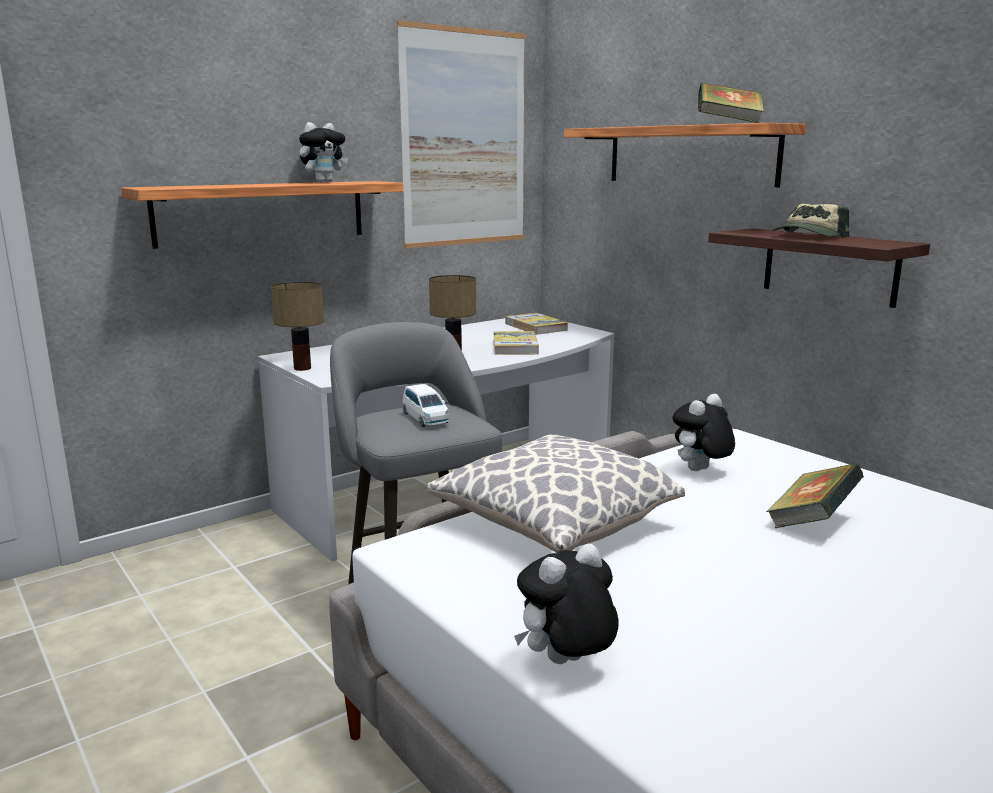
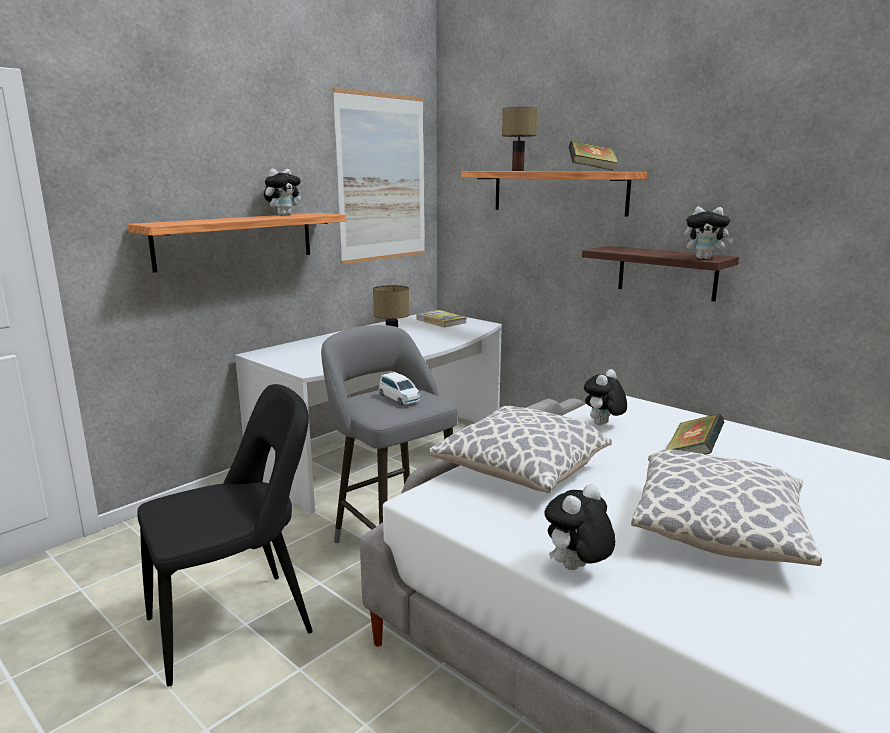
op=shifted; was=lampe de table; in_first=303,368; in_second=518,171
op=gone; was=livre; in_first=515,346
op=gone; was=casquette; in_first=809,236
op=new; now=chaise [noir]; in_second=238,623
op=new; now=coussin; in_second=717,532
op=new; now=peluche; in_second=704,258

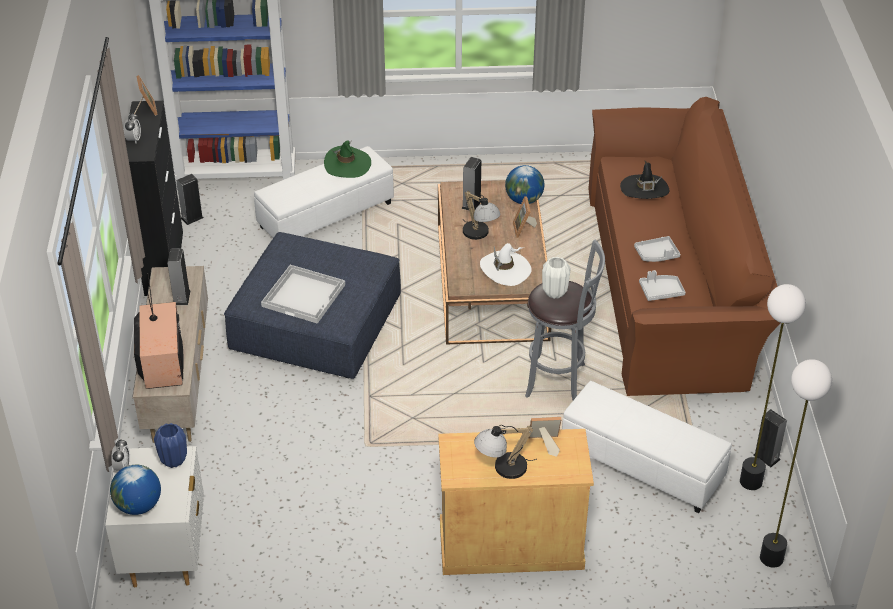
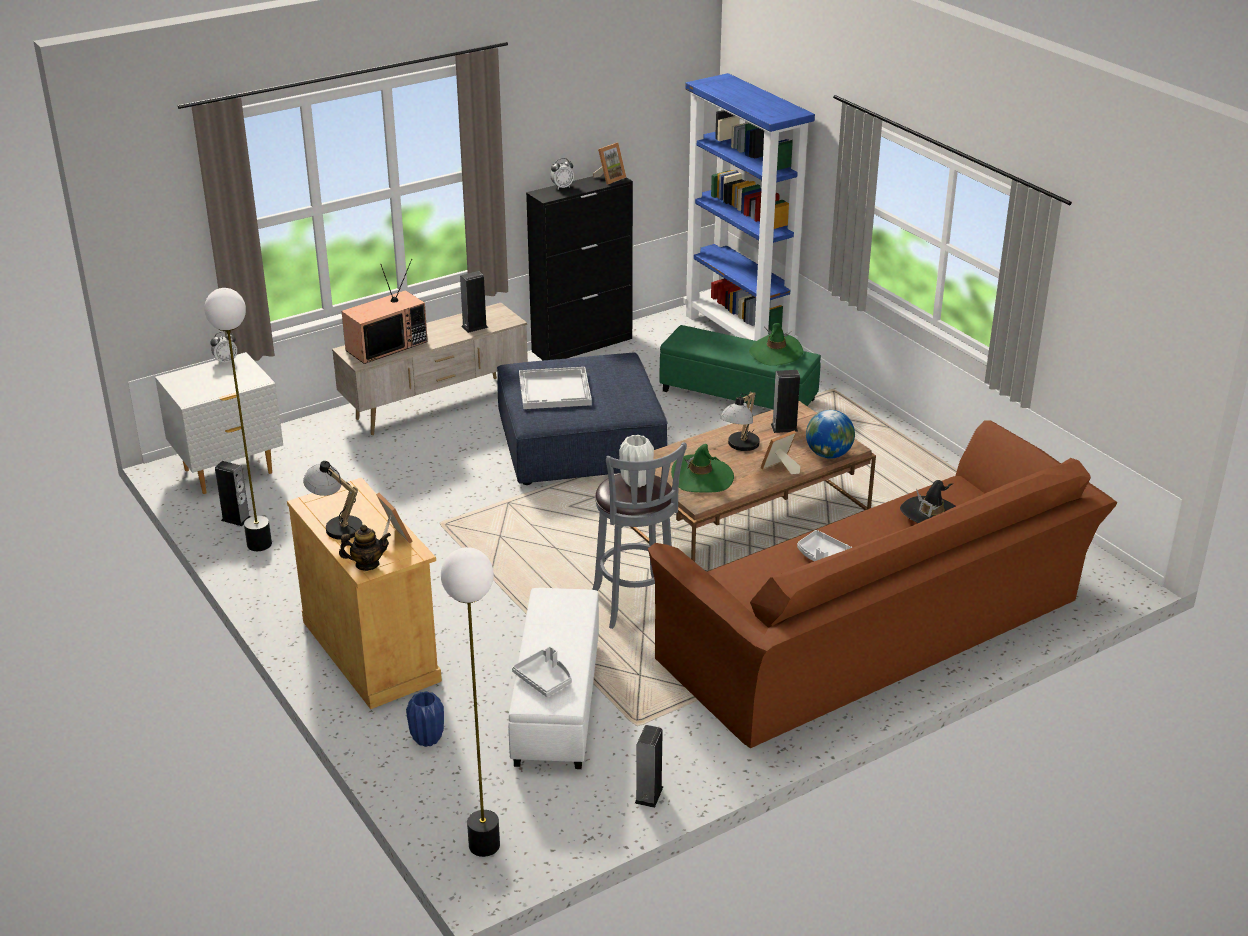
op=gone; was=globe; in_first=138,505
op=shifted; was=vase [bleu]; in_first=174,461; in_second=427,739
op=shifted; was=enceinte; in_first=192,218; in_second=236,519
op=repainted; was=pouf [blanc]; now=pouf [vert]; in_first=325,215; in_second=738,395
op=repainted; was=chapeau [blanc]; now=chapeau [vert]; in_first=505,269; in_second=702,477
op=shifted; was=plateau [gris]; in_first=661,291; in_second=544,679
op=shifted; was=lampadaire; in_first=750,481; in_second=259,544
op=new; now=théière; in_second=367,564

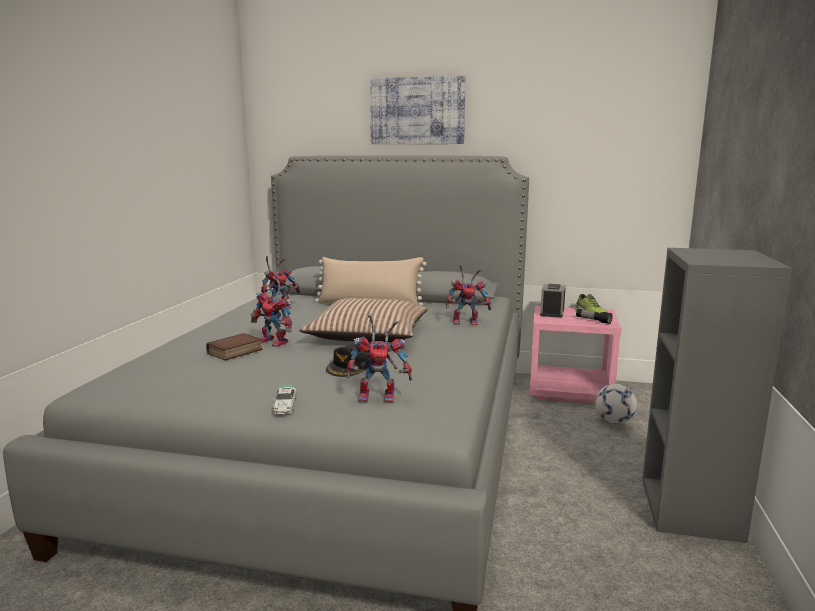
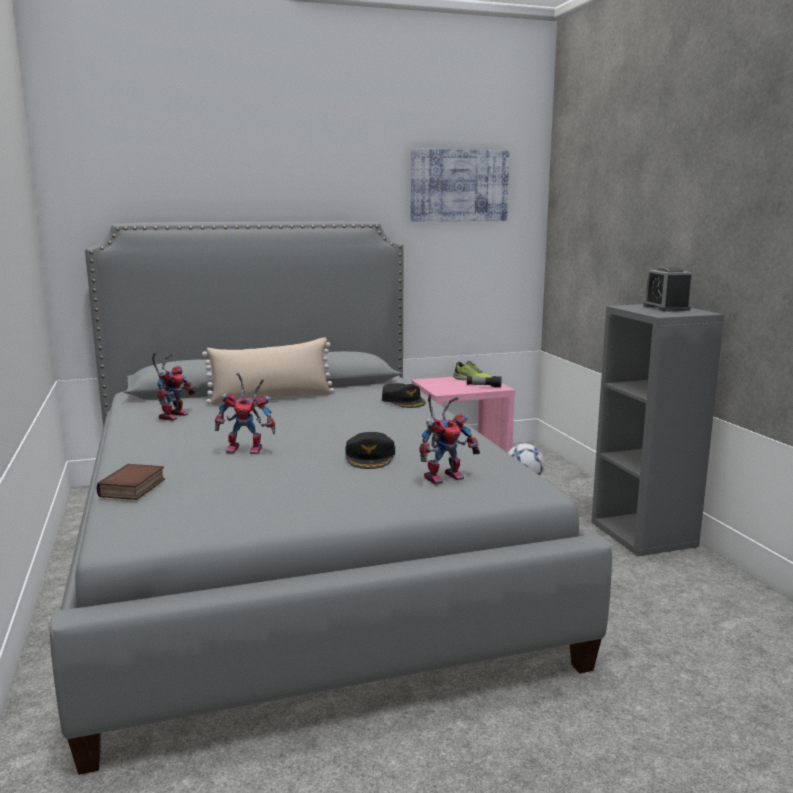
op=shifted; was=livre; in_first=235,352; in_second=133,488
op=gone; was=petite voiture; in_first=285,405
op=gone; was=coussin; in_first=368,335
op=shifted; was=tableau; in_first=417,111; in_second=459,185
op=swapped; was=robot jouet; now=casquette [noir]; in_first=467,322; in_second=403,401
op=shifted; was=réveil; in_first=552,313; in_second=666,308

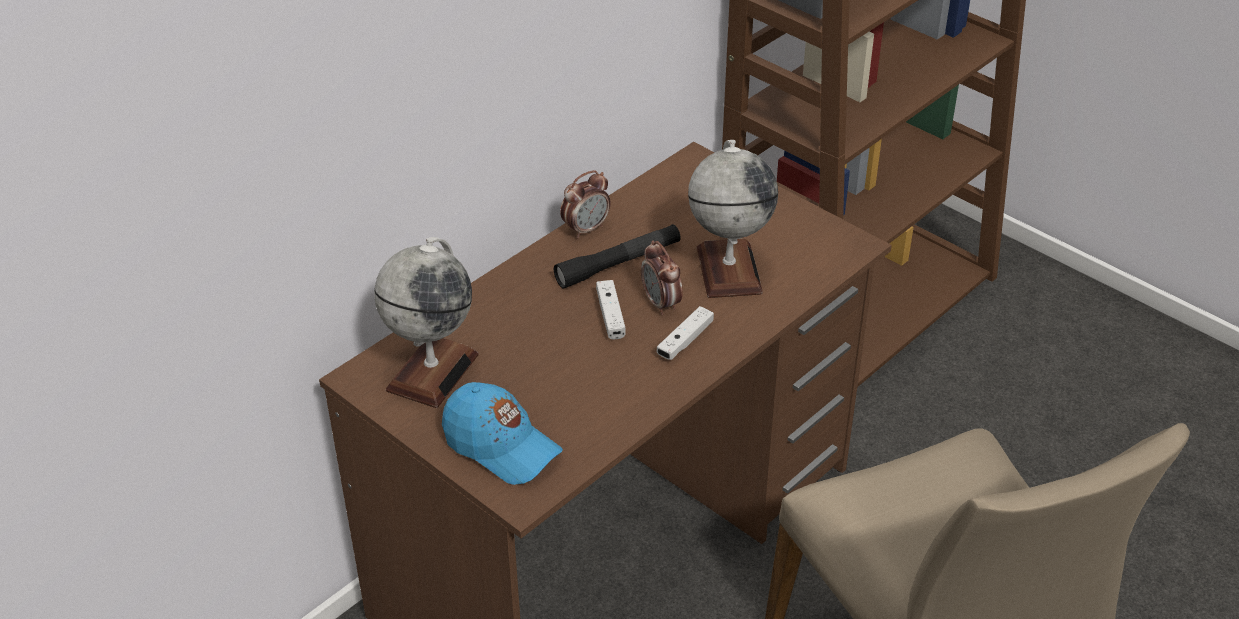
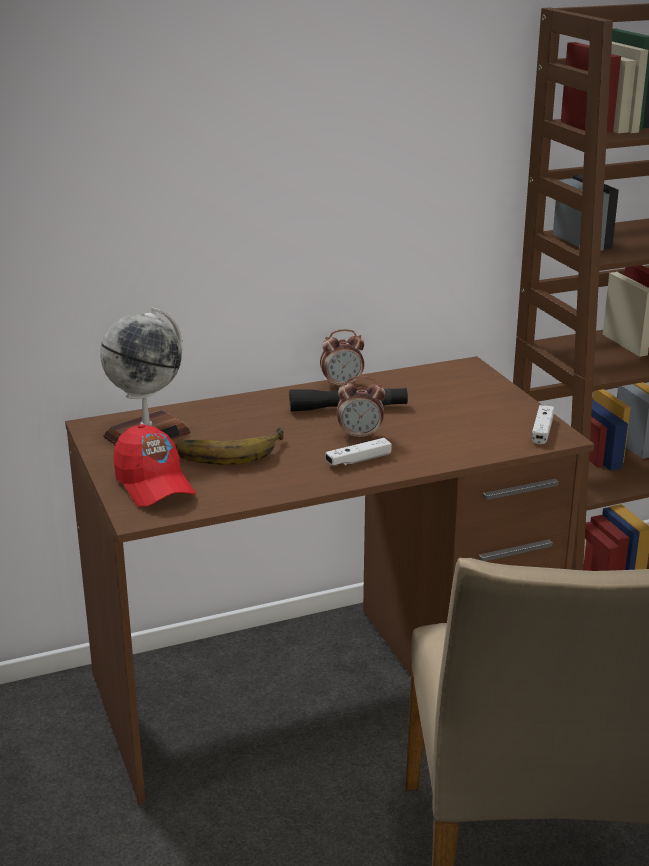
op=repainted; was=casquette [bleu]; now=casquette [rouge]; in_first=501,446; in_second=153,485
op=shifted; was=manette [blanc]; in_first=610,315; in_second=542,431
op=rotated; was=réveil; in_first=661,304; in_second=360,436; clockwise=-90
op=gone; was=globe; in_first=728,270
op=new; now=banane; in_second=228,450

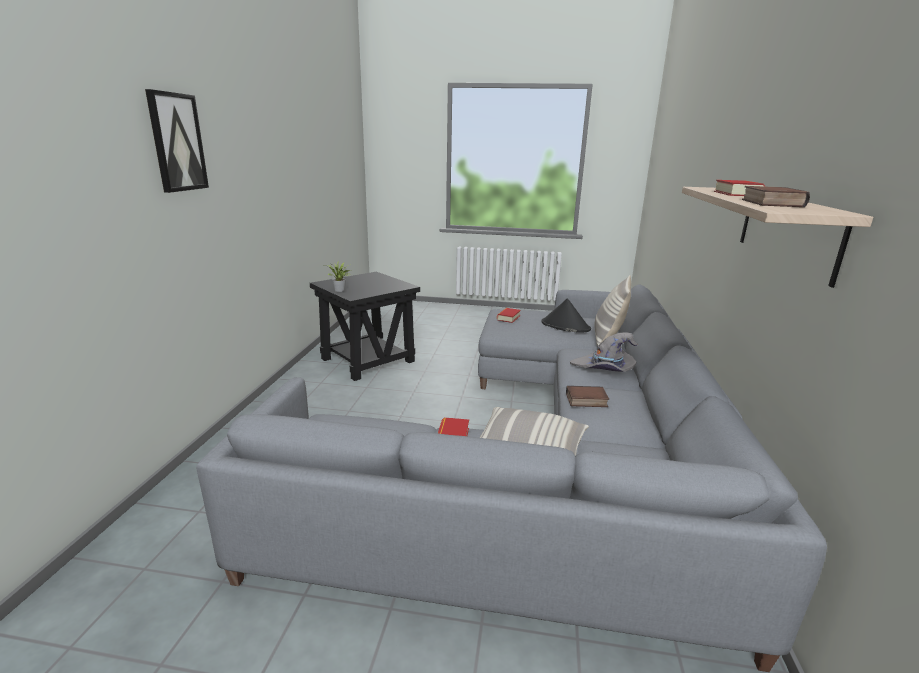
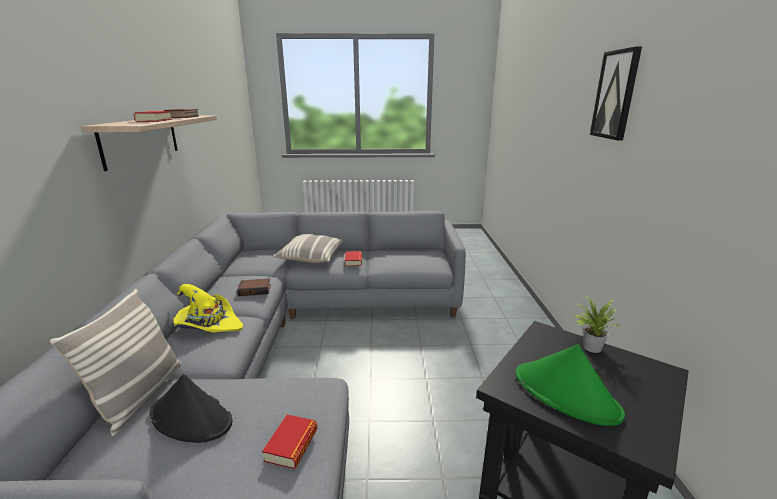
op=repainted; was=chapeau [gris]; now=chapeau [jaune]; in_first=604,369; in_second=208,325
op=new; now=chapeau [vert]; in_second=566,394

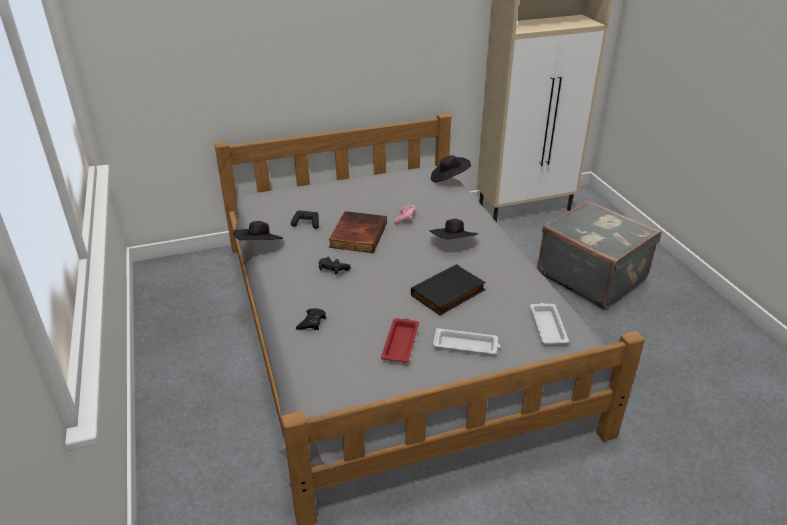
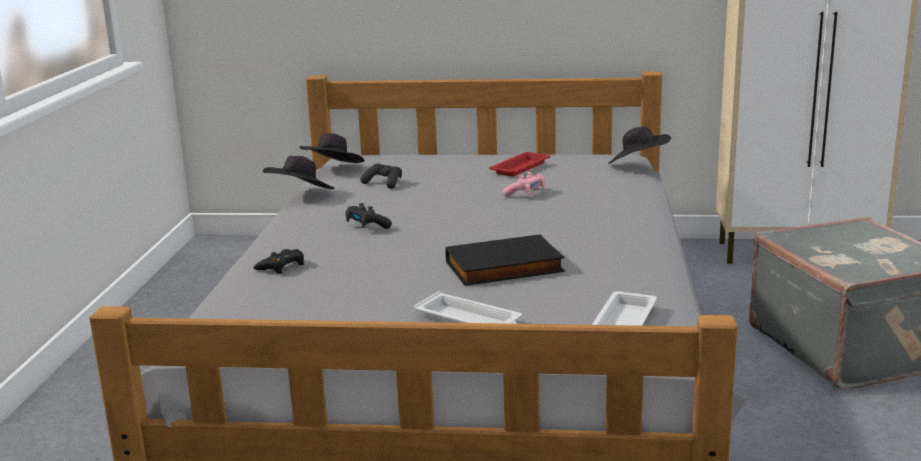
op=gone; was=livre; in_first=357,235
op=shifted; was=plateau [rouge]; in_first=400,343; in_second=521,168
op=shifted; was=chapeau [noir]; in_first=453,244; in_second=333,170

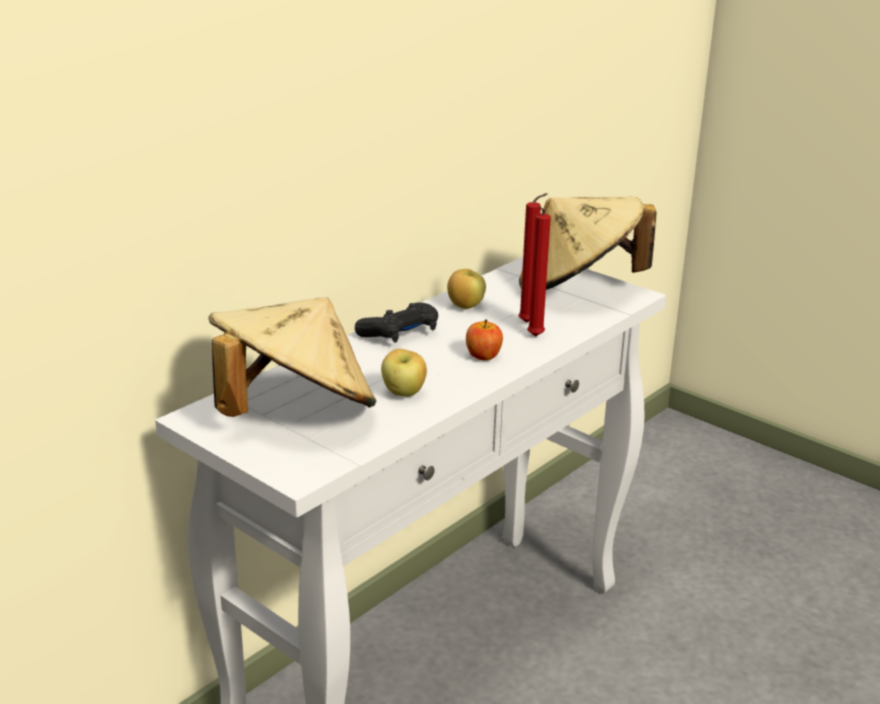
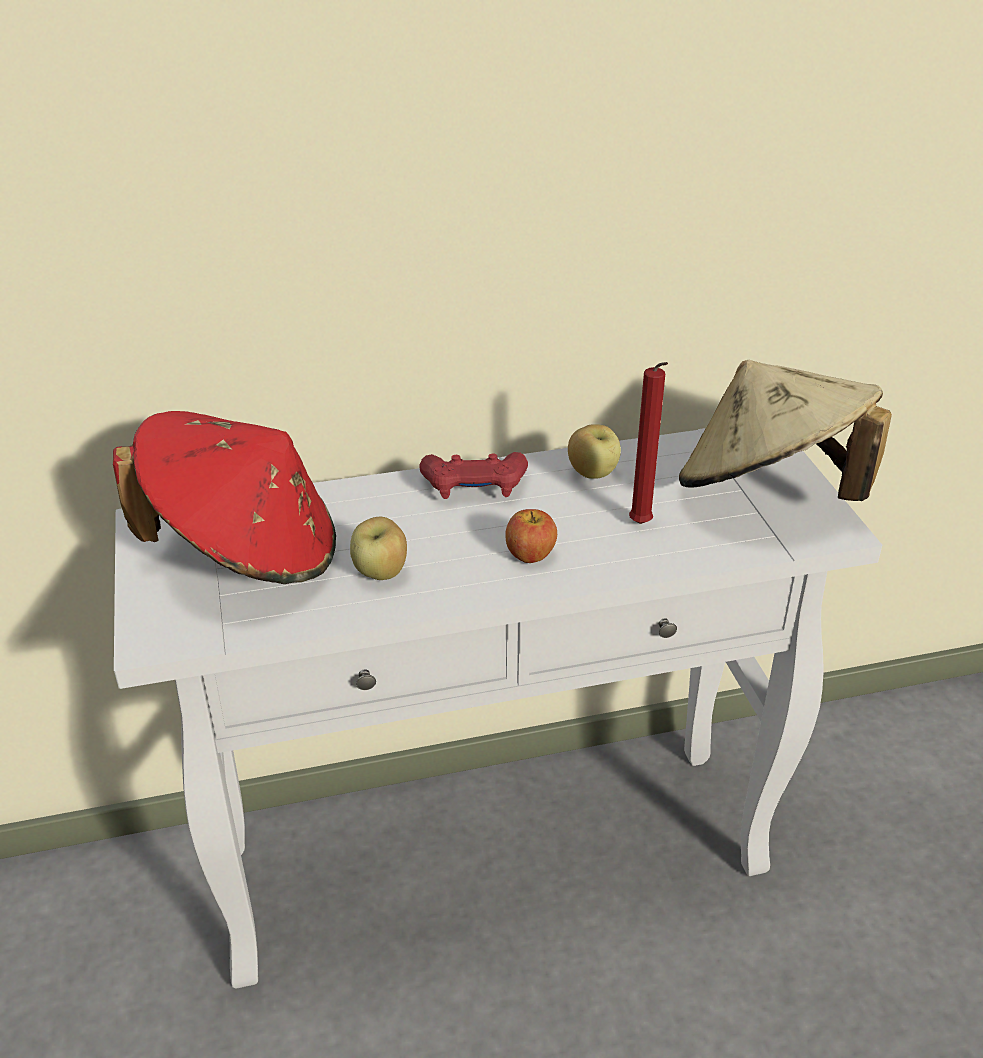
op=repainted; was=chapeau [beige]; now=chapeau [rouge]; in_first=294,412; in_second=245,552
op=repainted; was=manette [noir]; now=manette [rouge]; in_first=400,333; in_second=474,487
op=gone; was=bougie [rouge]; in_first=534,337

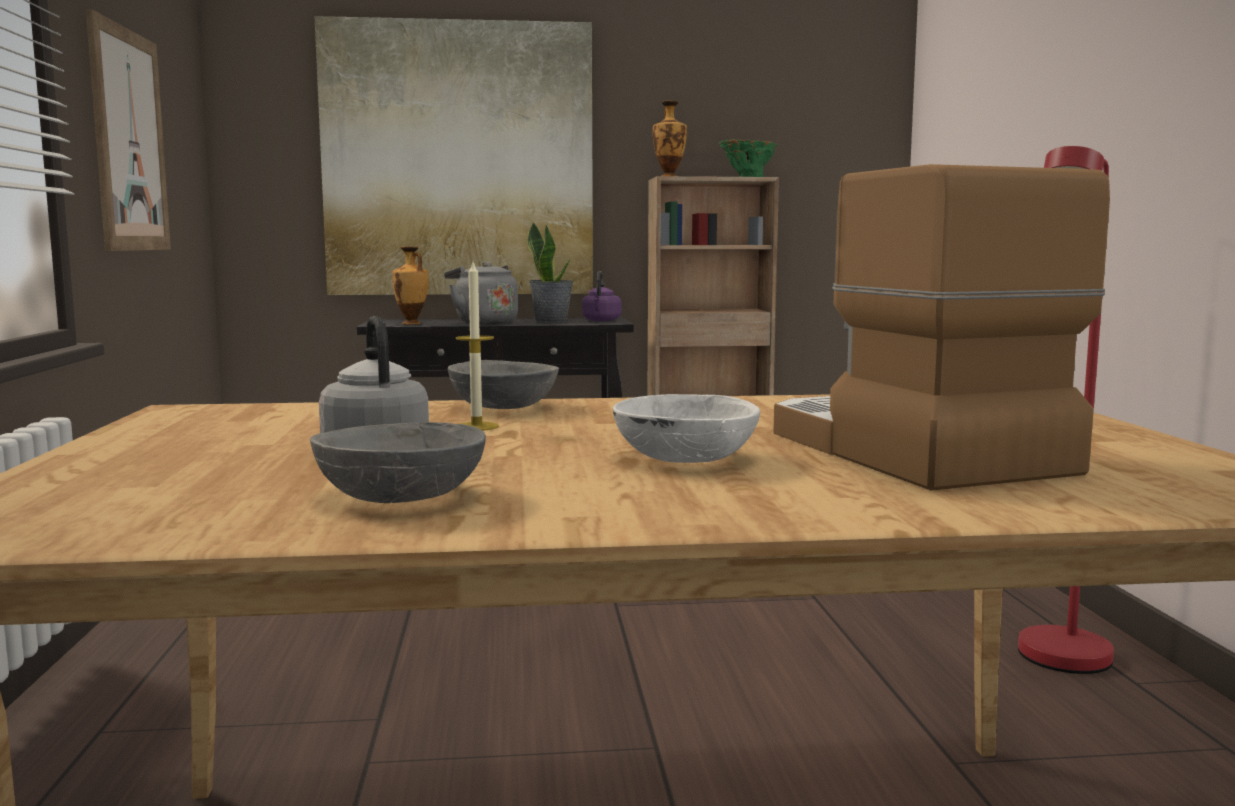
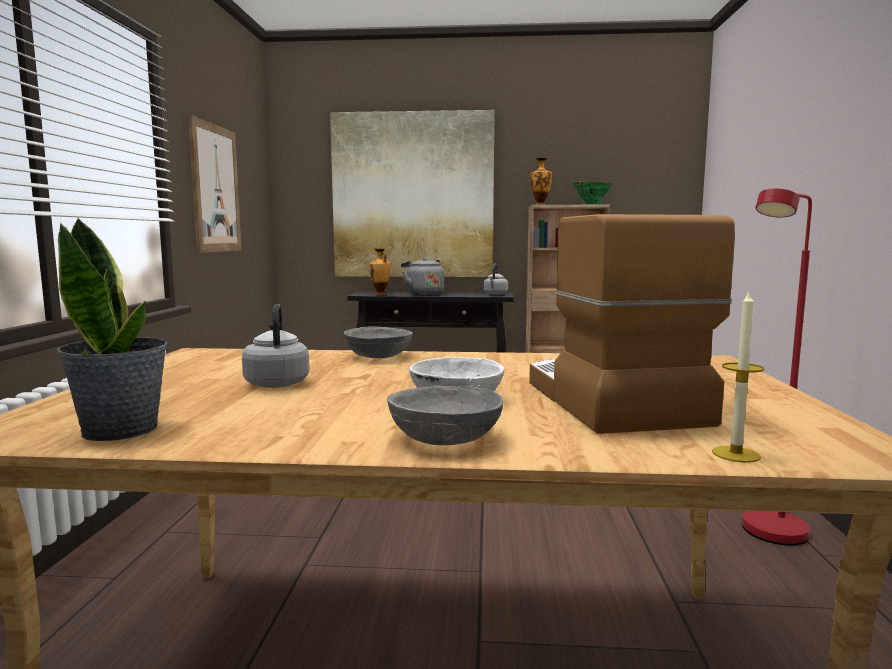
op=shifted; was=bol [gris]; in_first=401,497; in_second=445,439
op=shifted; was=bougie; in_first=476,426; in_second=735,454
op=shifted; was=plante en pot; in_first=551,321; in_second=122,429
op=repainted; was=bouilloire [violet]; now=bouilloire [gris]; in_first=601,320; in_second=495,294

